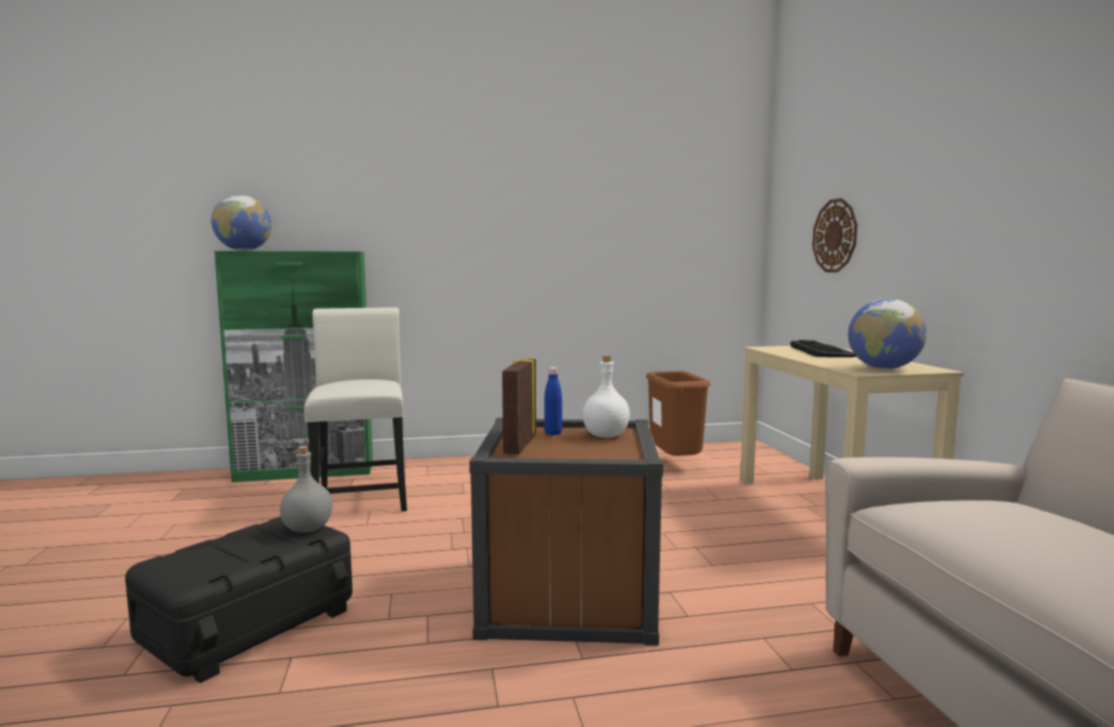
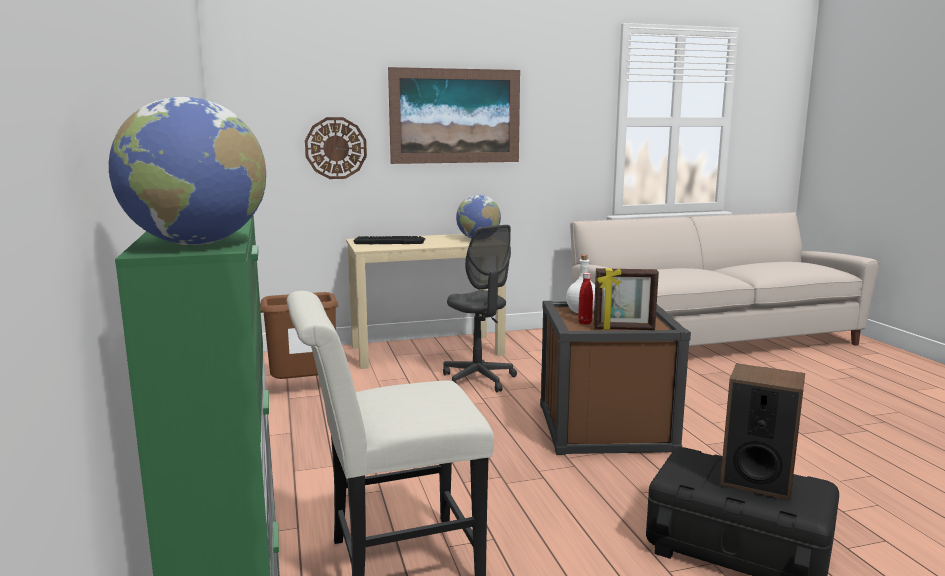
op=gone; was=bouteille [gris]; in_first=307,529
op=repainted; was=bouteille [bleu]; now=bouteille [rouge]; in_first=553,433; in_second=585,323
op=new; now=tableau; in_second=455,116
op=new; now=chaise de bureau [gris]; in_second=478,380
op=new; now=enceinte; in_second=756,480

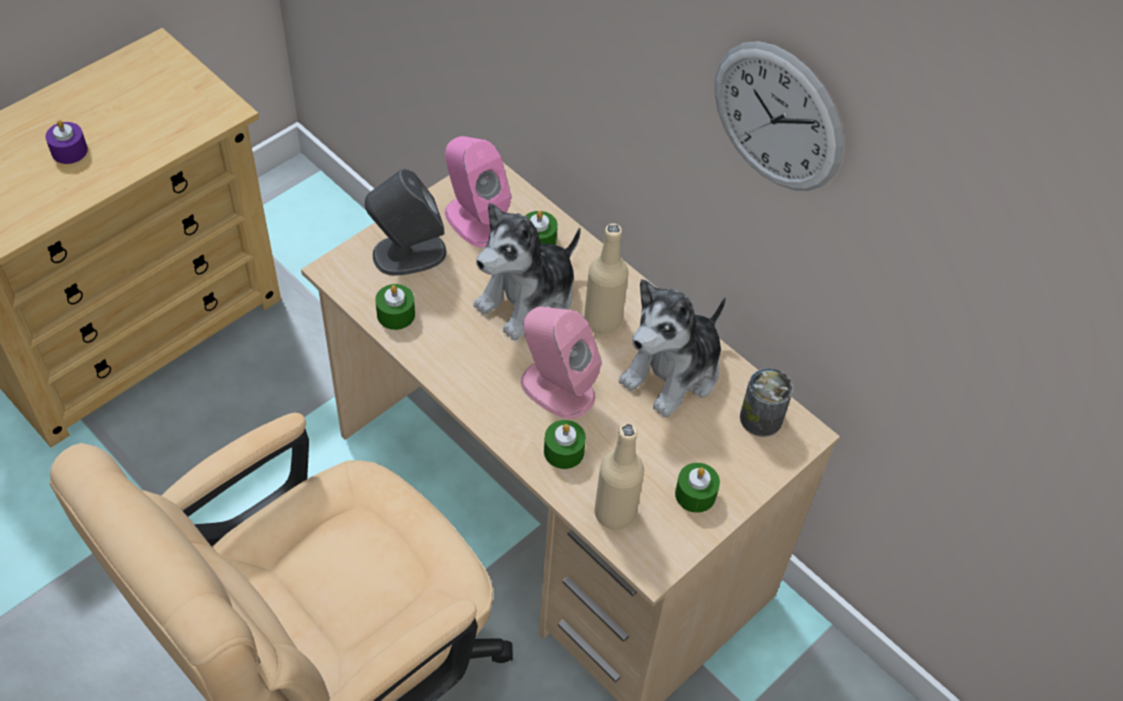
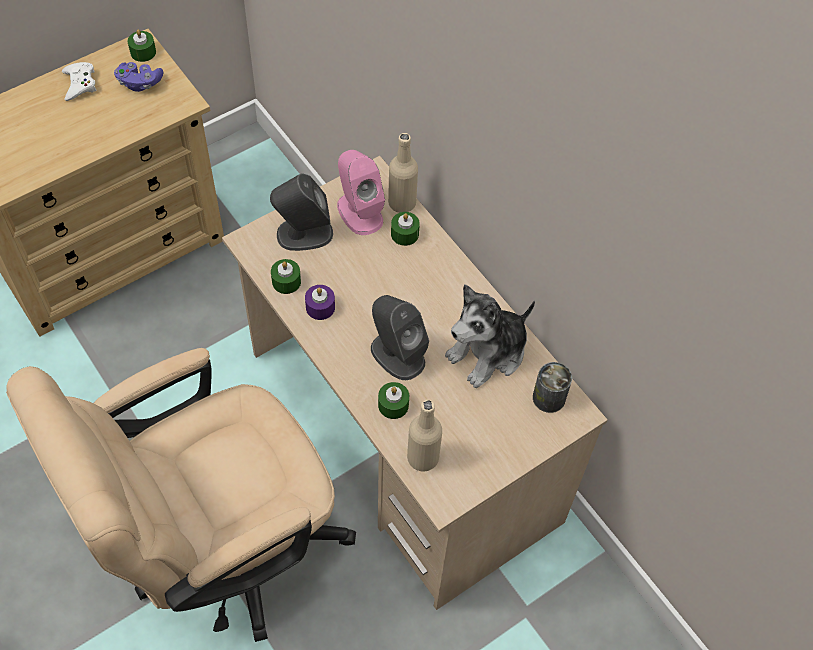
op=shifted; was=bougie [violet]; in_first=69,151; in_second=320,307
op=gone; was=peluche; in_first=528,299
op=repainted; was=enceinte [rose]; now=enceinte [gris]; in_first=556,388; in_second=397,354
op=shifted; was=bouteille [beige]; in_first=603,320; in_second=402,203
op=shifted; was=bougie [vert]; in_first=695,494; in_second=143,52
op=gone; was=horloge murale; in_first=777,117
op=new; now=manette [blanc]; in_second=80,84
op=new; now=manette [violet]; in_second=139,83

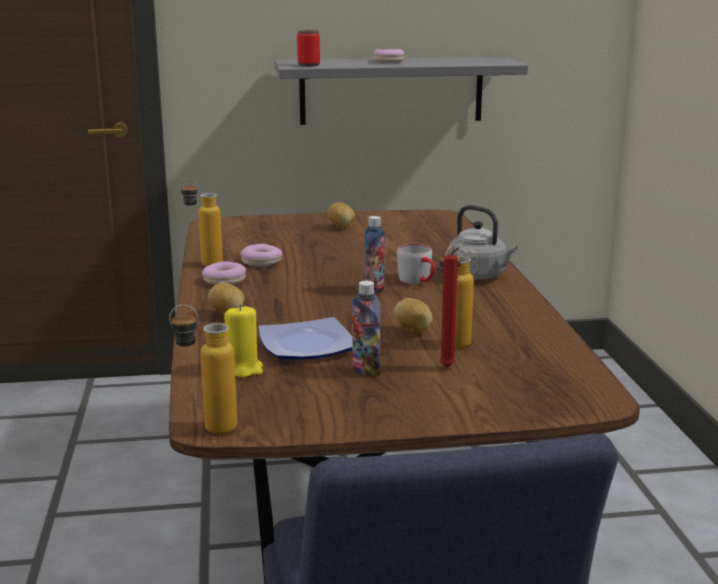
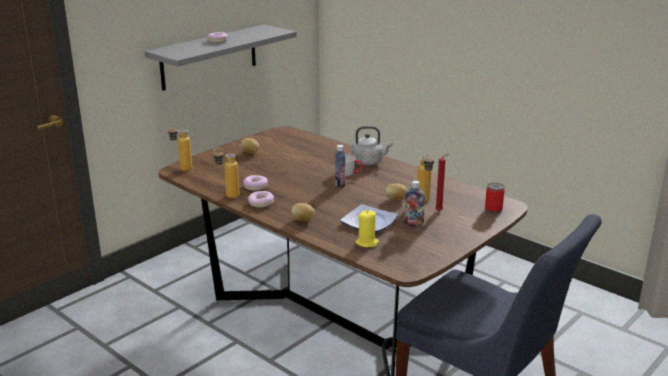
op=shifted; was=bouteille; in_first=207,428; in_second=181,170
op=shifted; was=boîte métallique; in_first=308,65; in_second=493,209

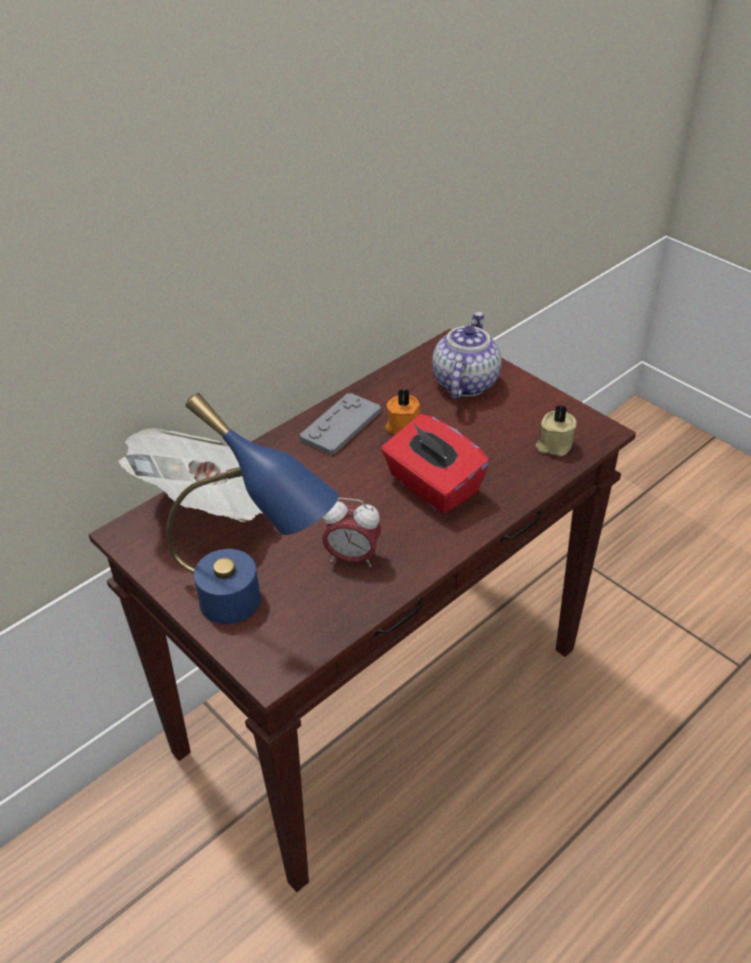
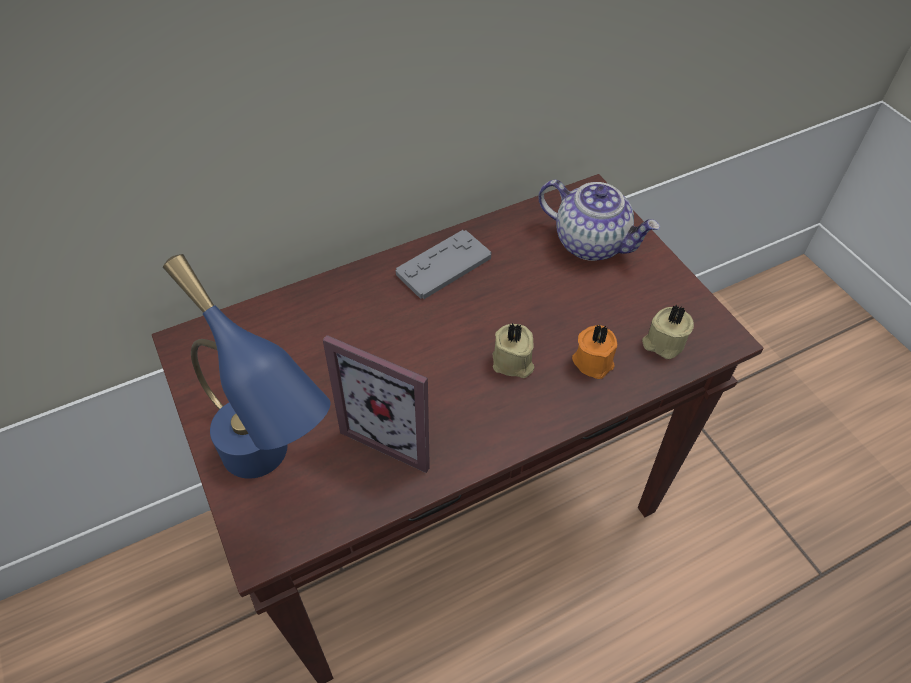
op=gone; was=journal; in_first=219,505
op=swapped; was=réveil; now=cadre photo; in_first=352,557; in_second=397,430
op=swapped; was=boîte à mouchoirs [rouge]; now=bougie [beige]; in_first=432,486; in_second=513,363
op=shifted; was=bougie [orange]; in_first=403,427; in_second=593,360
op=rotated; was=théière; in_first=464,382; in_second=591,242; clockwise=90

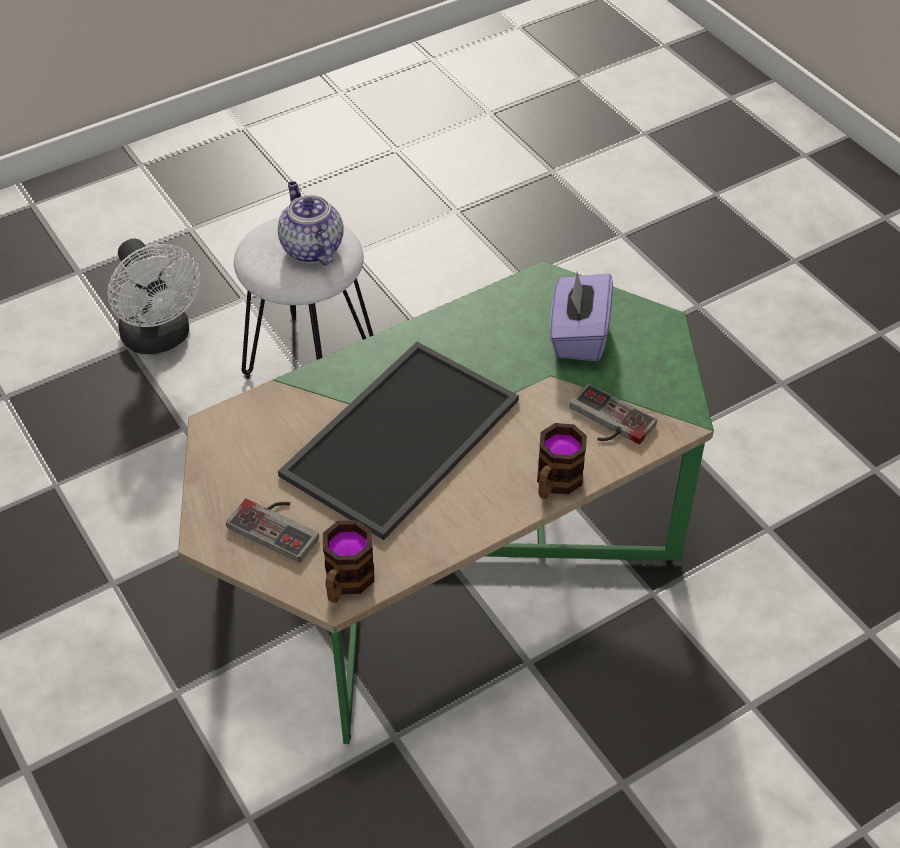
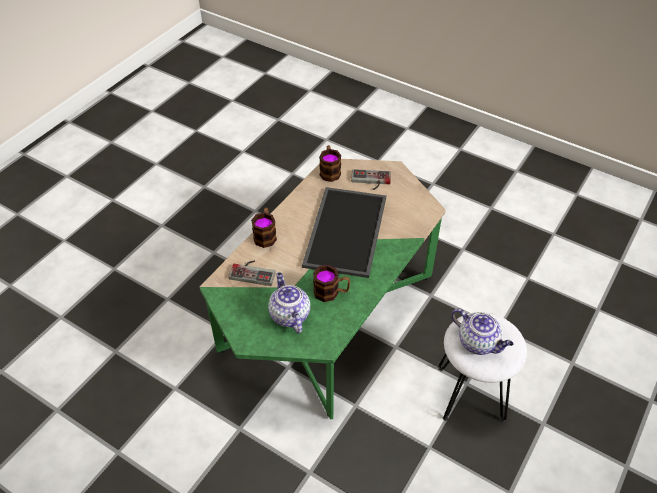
op=gone; was=ventilateur [blanc]; in_first=160,339
op=swapped; was=boîte à mouchoirs [violet]; now=théière; in_first=578,335; in_second=289,315
op=new; now=mug; in_second=331,292

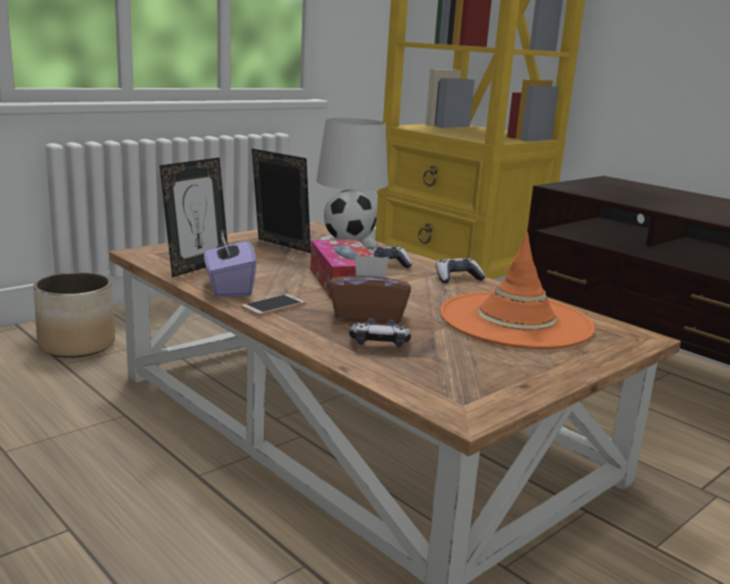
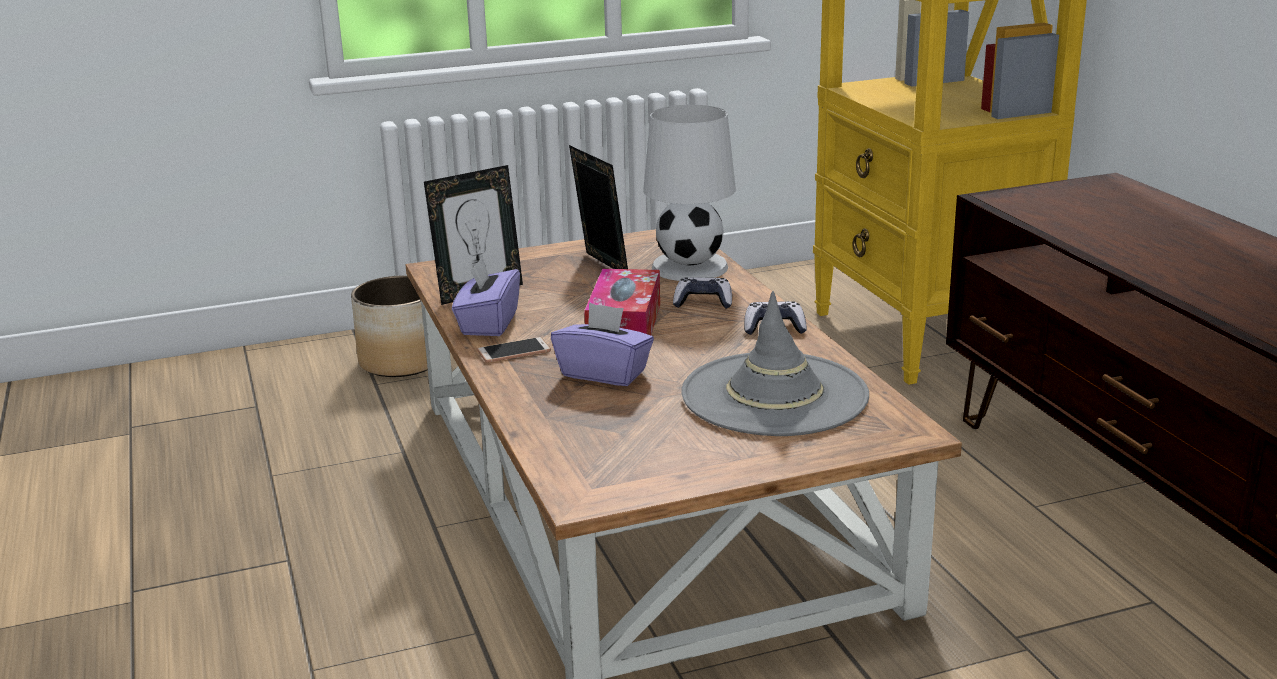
op=repainted; was=boîte à mouchoirs [marron]; now=boîte à mouchoirs [violet]; in_first=367,316; in_second=604,373
op=gone; was=manette; in_first=379,344
op=repainted; was=chapeau [orange]; now=chapeau [gris]; in_first=516,321; in_second=775,395

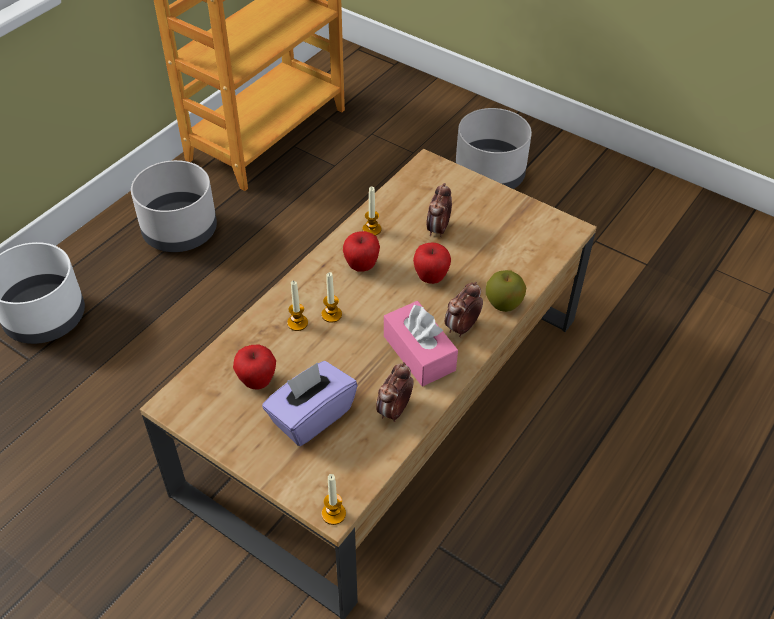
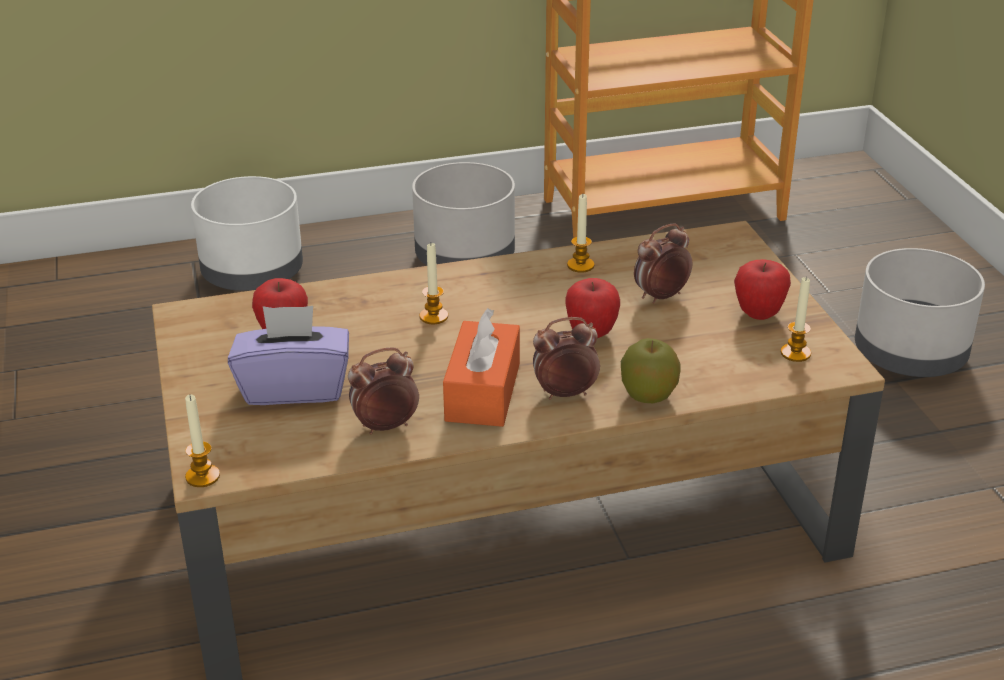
op=shifted; was=bougie; in_first=297,323; in_second=795,353
op=shifted; was=pomme; in_first=361,266; in_second=758,314
op=repainted; was=boîte à mouchoirs [rose]; now=boîte à mouchoirs [orange]; in_first=419,353; in_second=483,392

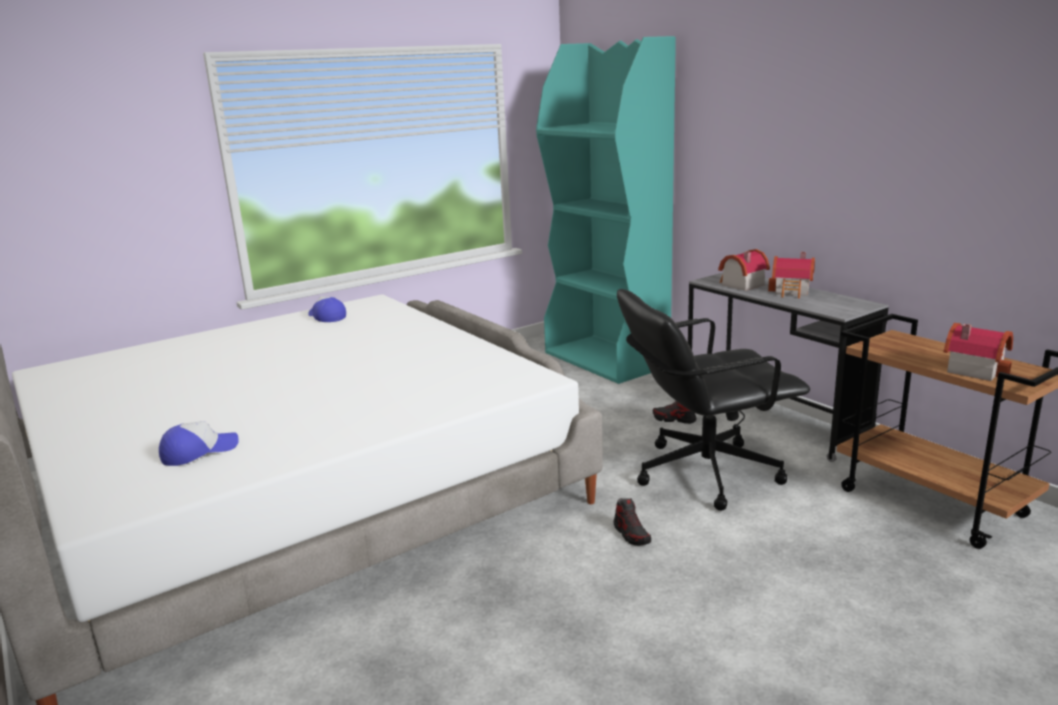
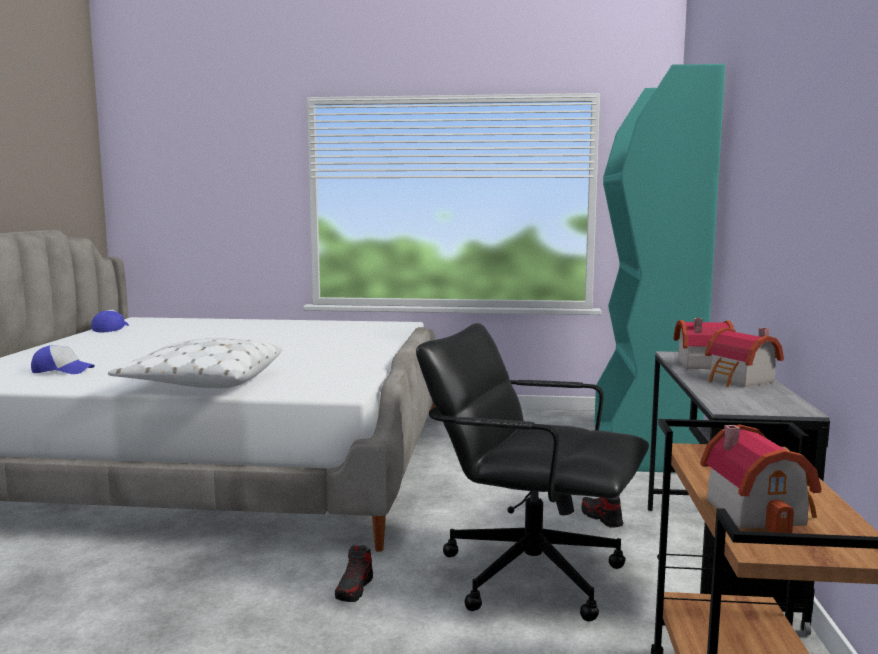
op=shifted; was=casquette; in_first=326,316; in_second=111,328
op=new; now=coussin [blanc]; in_second=202,382

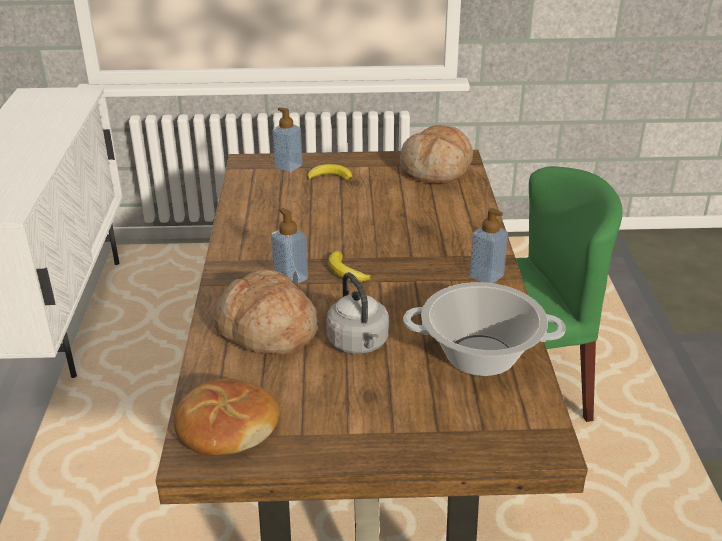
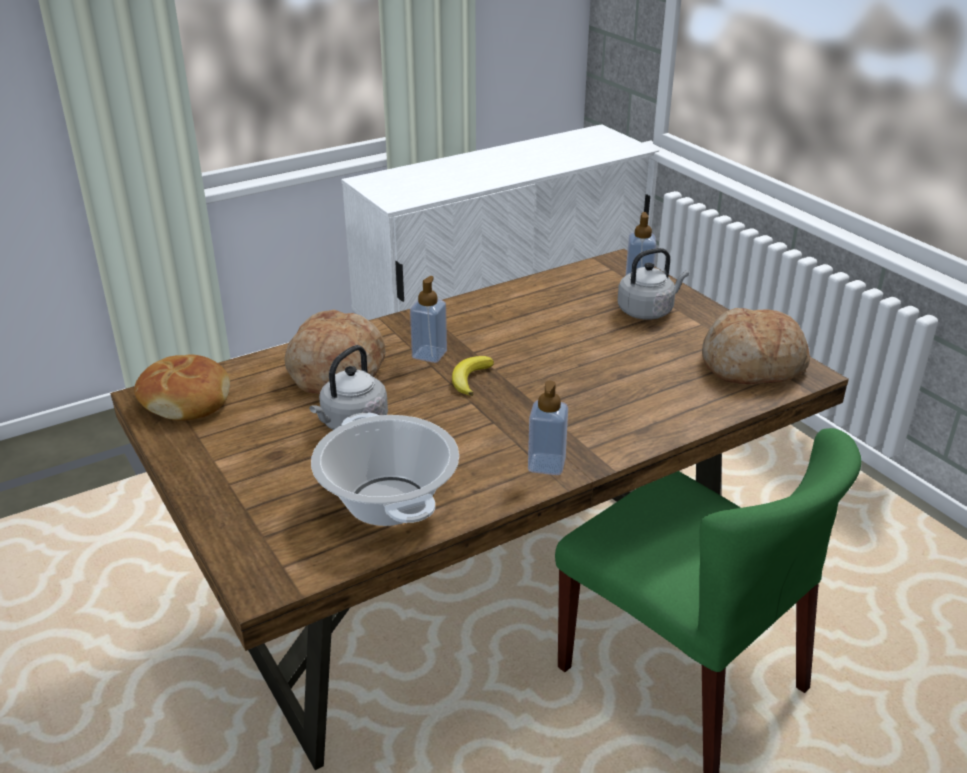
op=swapped; was=banane; now=bouilloire [gris]; in_first=330,176; in_second=648,311

